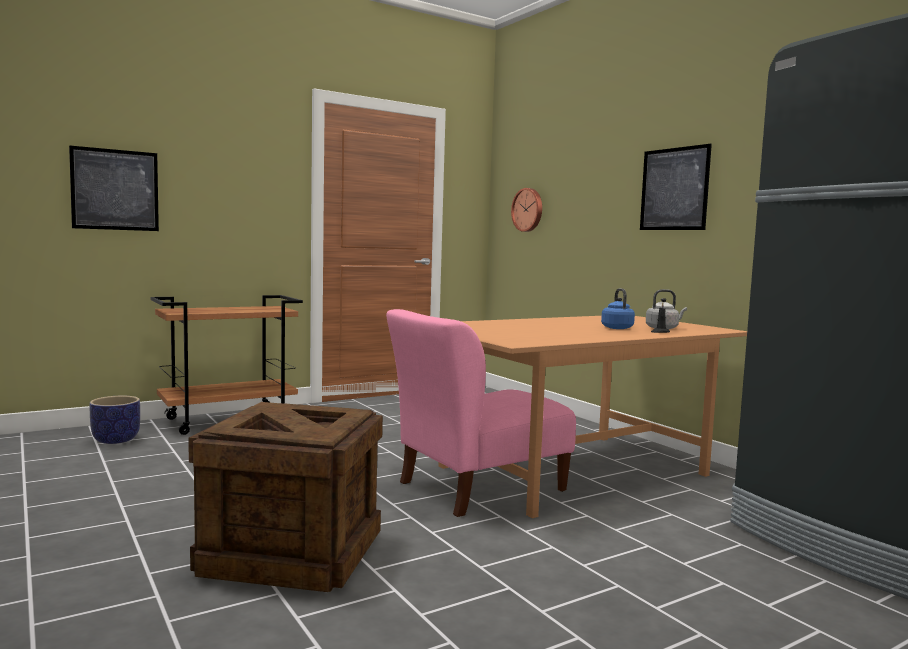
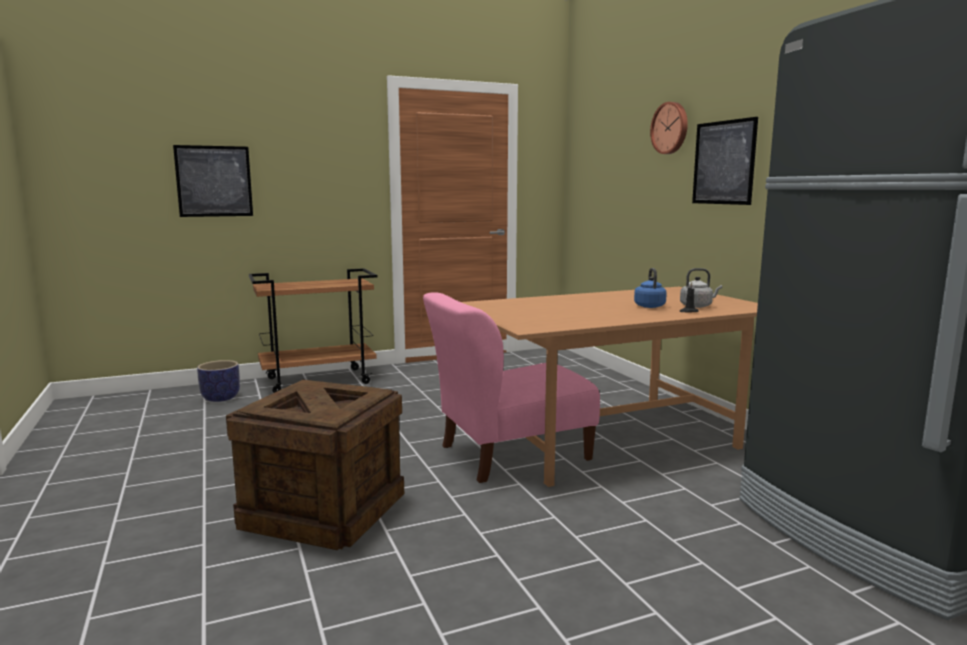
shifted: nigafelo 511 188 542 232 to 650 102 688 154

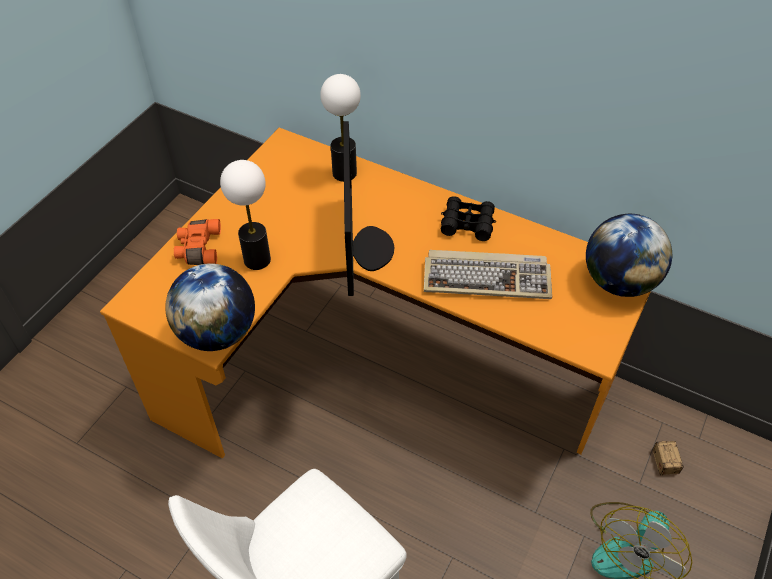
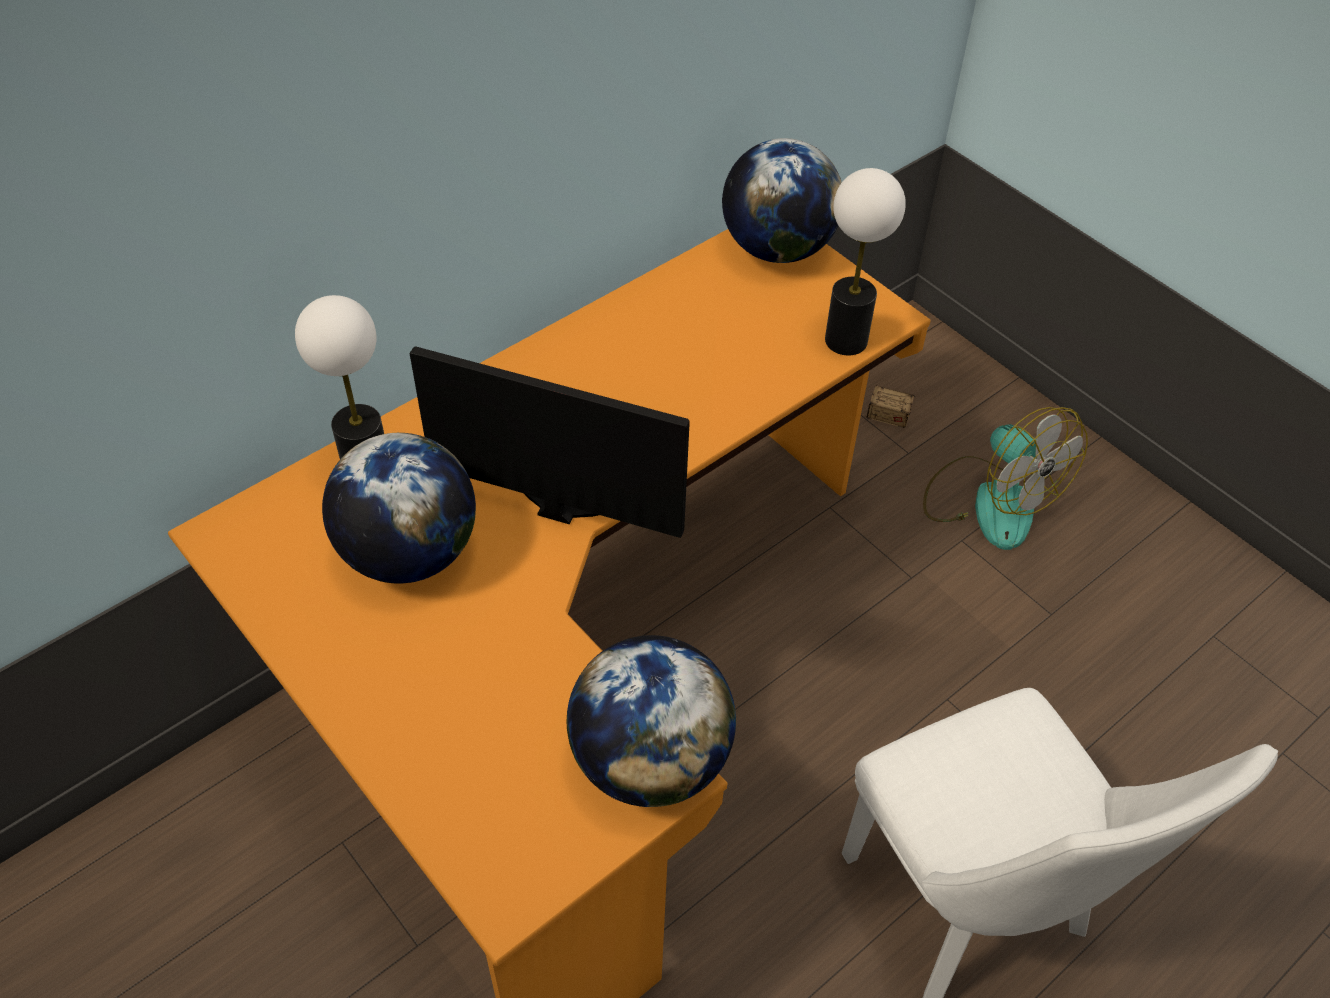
gone: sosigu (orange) 174 219 221 265; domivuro 424 250 552 299; sosigu (black) 441 196 496 241
new: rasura 322 433 476 584
shifted: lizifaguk 220 160 271 270 to 825 168 905 355

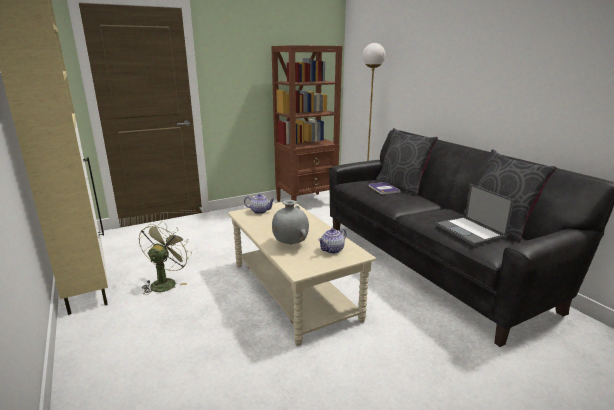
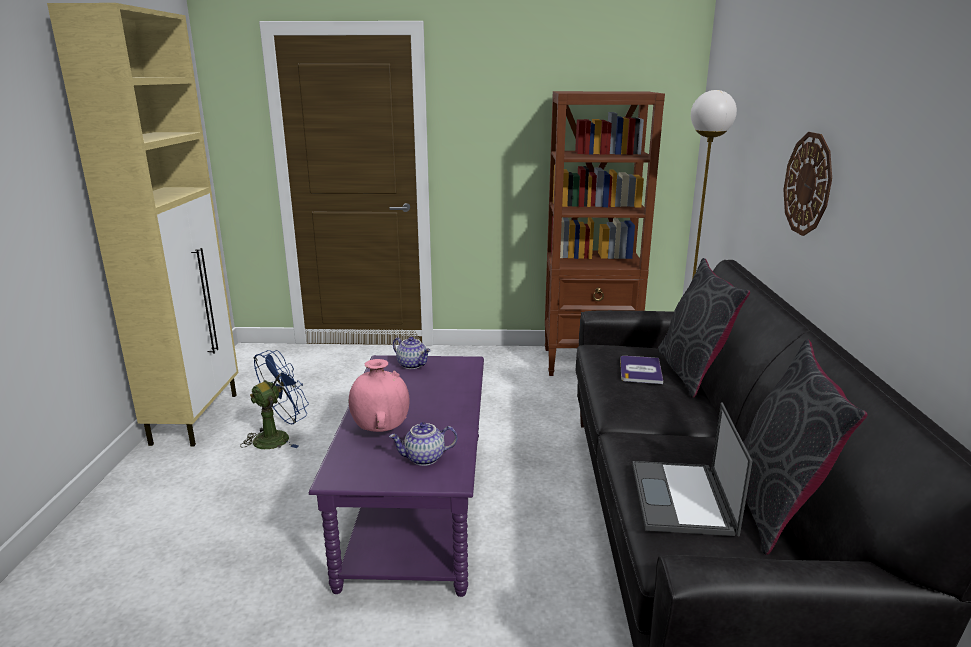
new: nigafelo 783 132 832 236
repainted: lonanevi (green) 139 221 191 295 to lonanevi (blue) 240 350 309 449; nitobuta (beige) 227 202 376 346 to nitobuta (purple) 309 355 484 597; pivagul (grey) 272 200 309 245 to pivagul (pink) 349 359 409 432

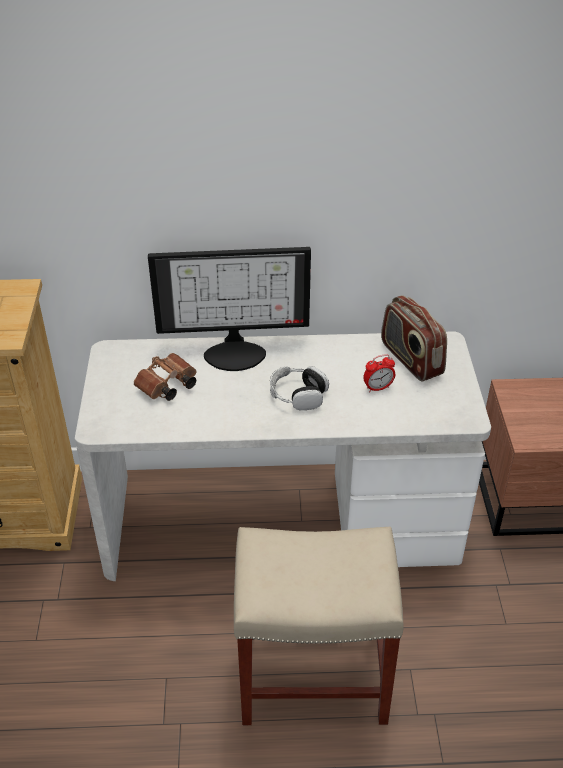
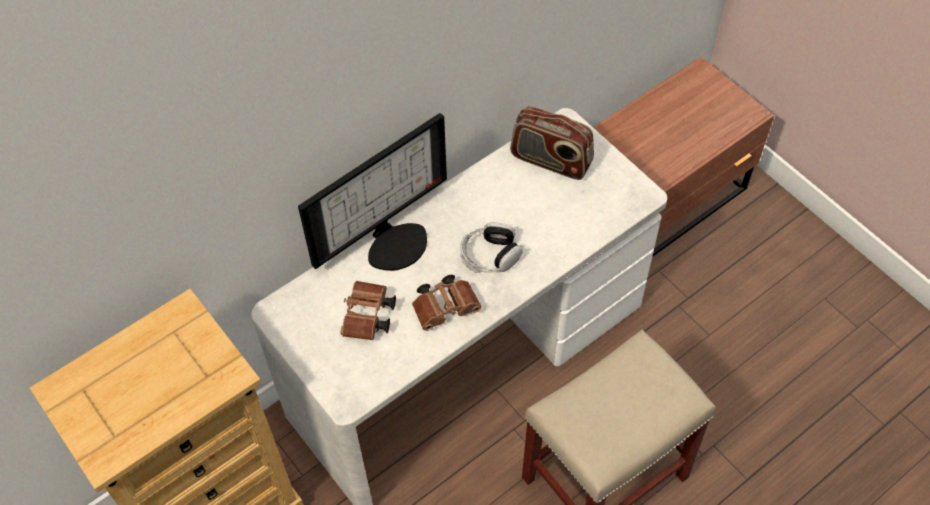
gone: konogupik 363 354 395 392
new: sosigu (brown) 412 275 482 331

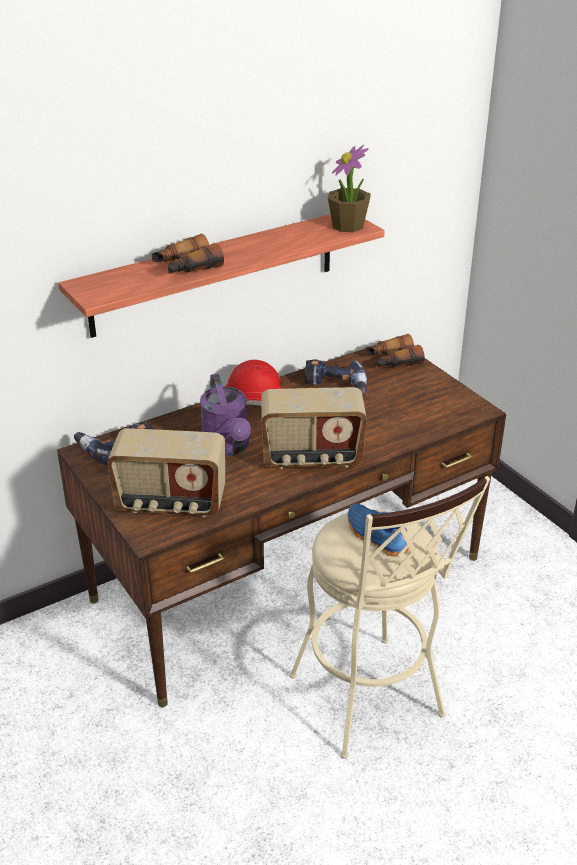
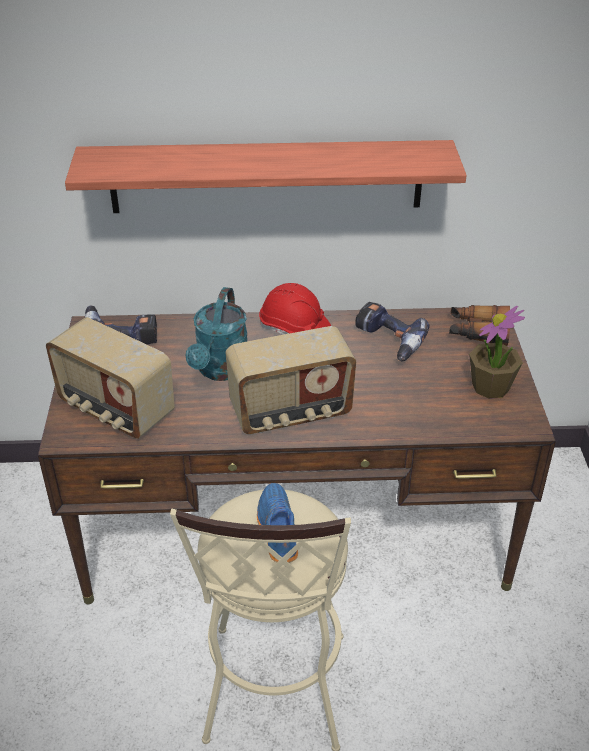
gone: sosigu 152 234 224 273
shifted: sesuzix 328 145 371 232 to 469 306 525 399
repainted: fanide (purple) 200 374 251 456 to fanide (turquoise) 185 287 247 381
rotated: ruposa 261 387 367 469 = 225 326 356 434 45 degrees counterclockwise

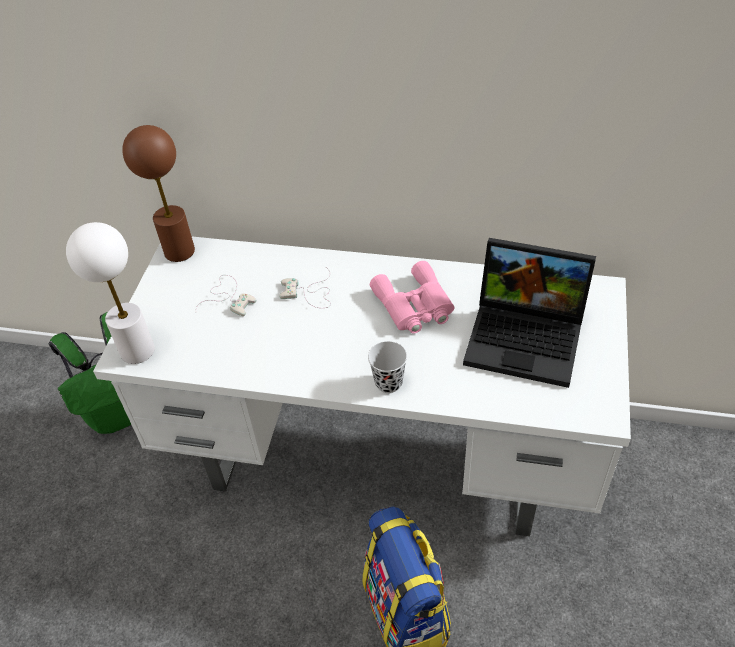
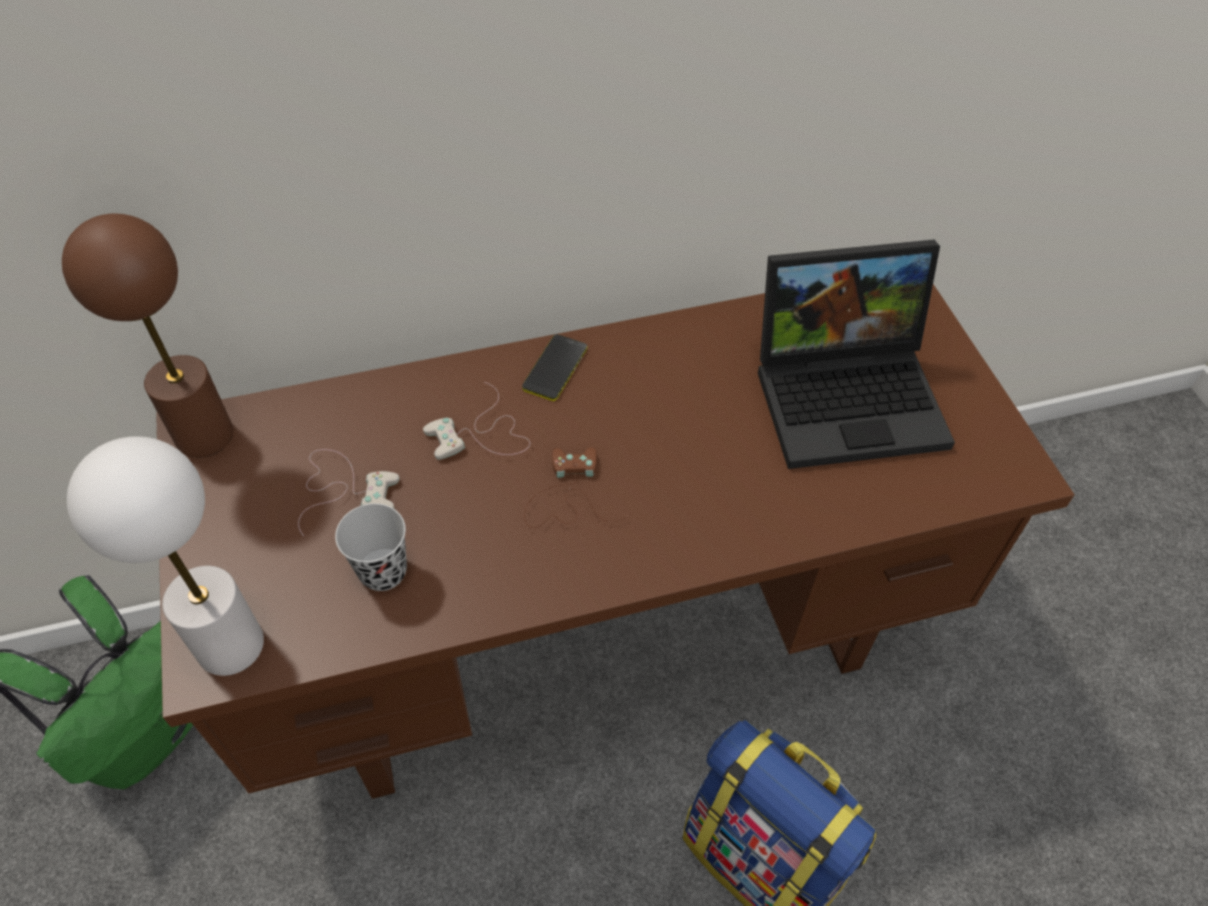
gone: sosigu (pink) 370 261 455 334
new: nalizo 522 334 587 401; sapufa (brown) 524 447 631 528
shifted: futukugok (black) 368 341 407 393 to 335 503 407 591
repainted: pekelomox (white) 93 237 631 536 to pekelomox (brown) 156 284 1074 799

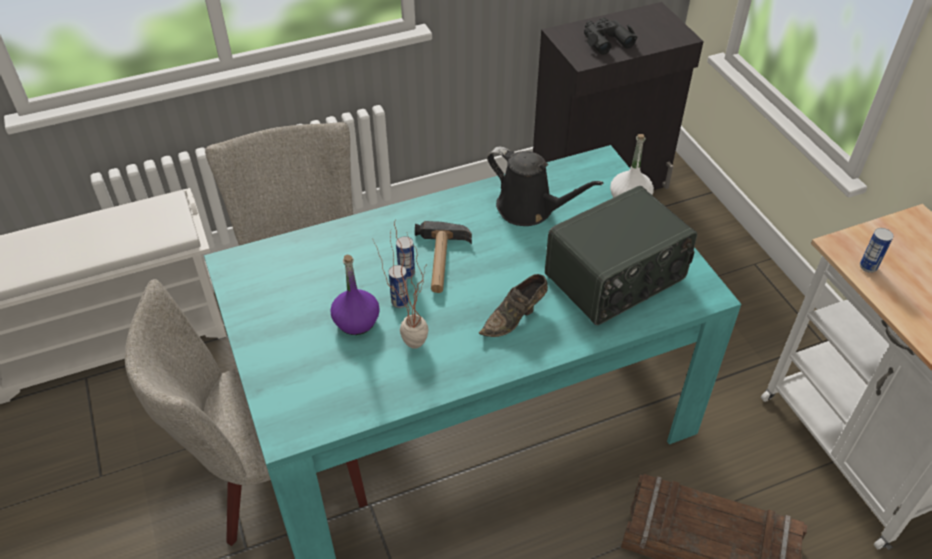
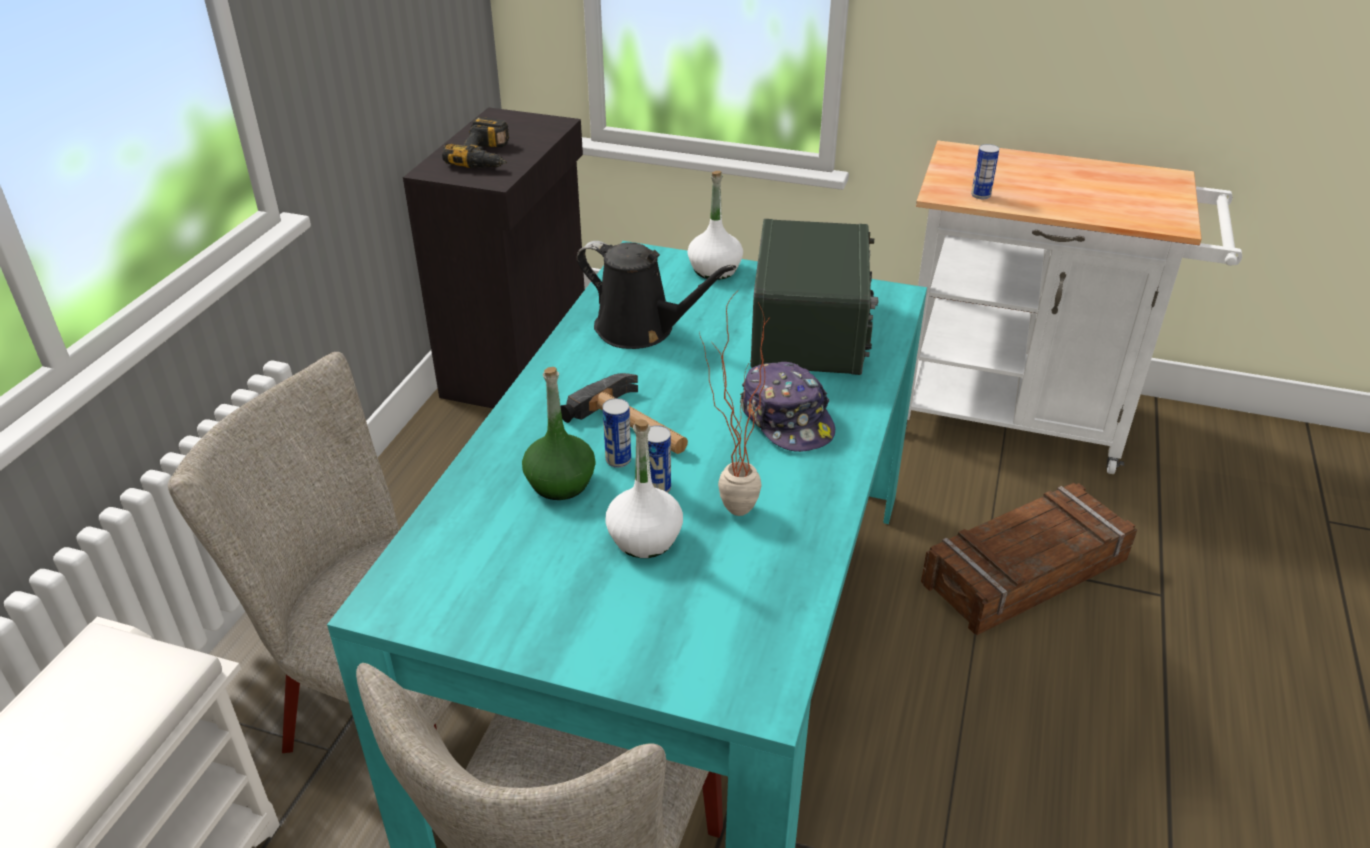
new: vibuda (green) 522 367 596 500
swapped: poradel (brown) 479 274 548 337 to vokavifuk 740 362 835 452; sosigu (black) 584 17 638 55 to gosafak 442 117 509 168
repainted: vibuda (purple) 330 255 380 335 to vibuda (white) 605 419 683 558
rotated: fanide (black) 487 147 603 226 = 577 241 736 349 45 degrees clockwise

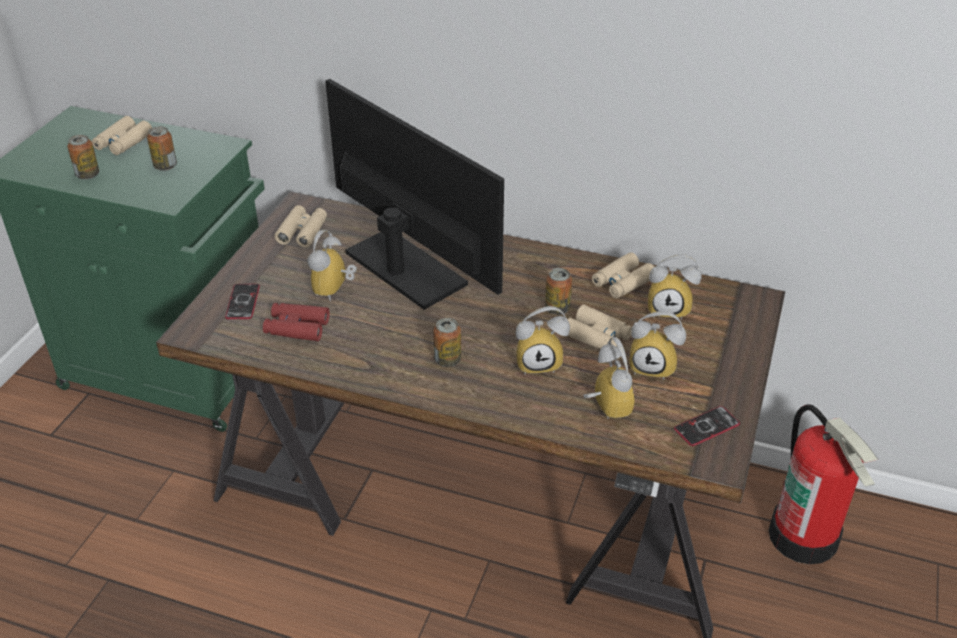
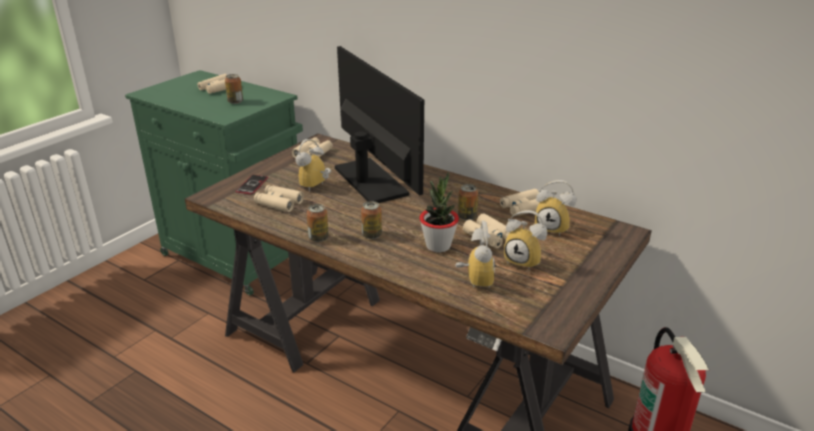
gone: nalizo 674 406 740 446
shifted: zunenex 67 135 99 180 to 307 204 329 242
swapped: konogupik 516 306 570 375 to sesuzix 419 172 459 253
repainted: sosigu (red) 263 303 330 341 to sosigu (beige) 254 185 304 212

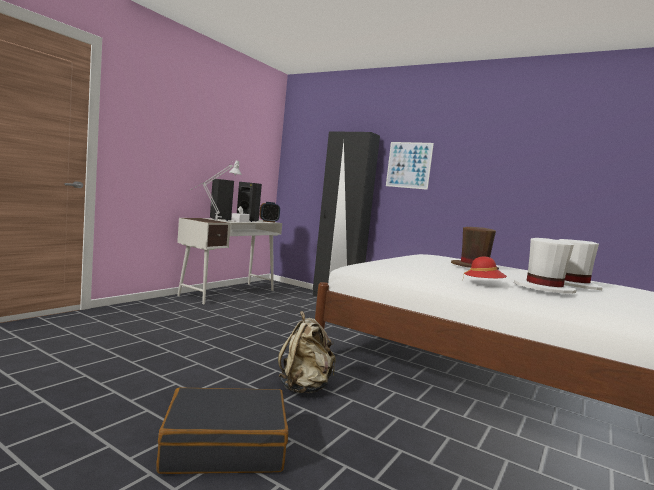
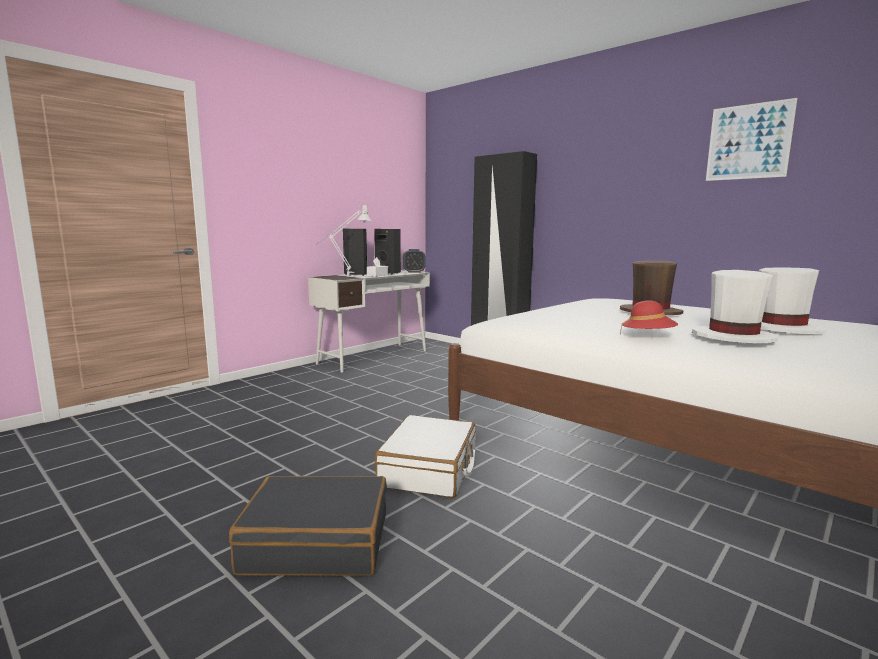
shifted: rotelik 386 142 434 190 to 706 98 797 181
swapped: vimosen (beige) 278 311 336 393 to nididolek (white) 375 415 476 498

